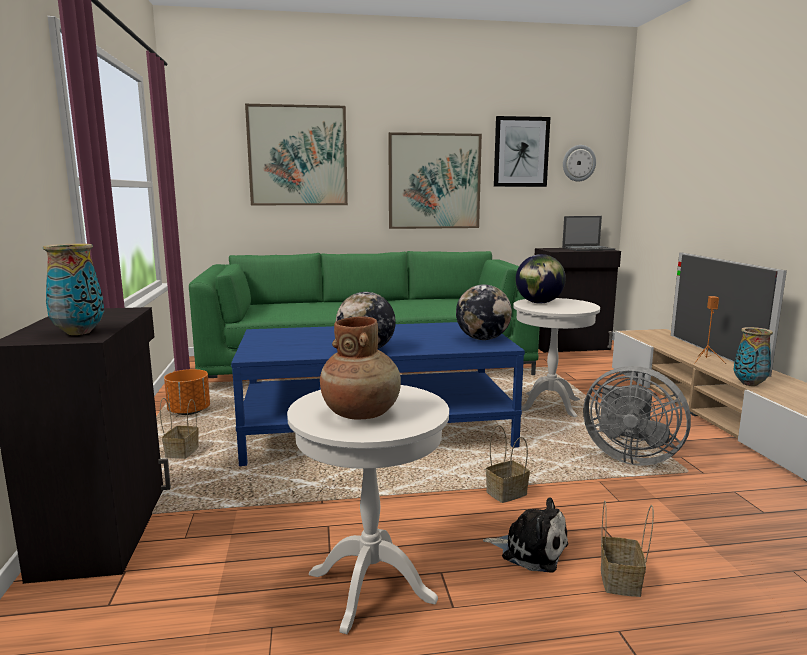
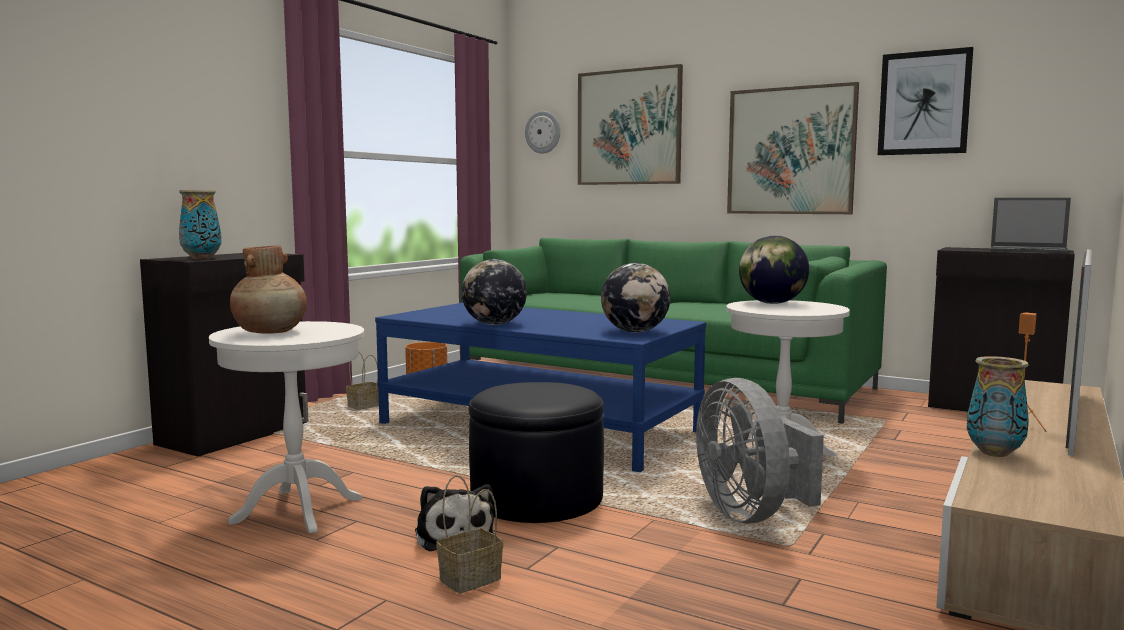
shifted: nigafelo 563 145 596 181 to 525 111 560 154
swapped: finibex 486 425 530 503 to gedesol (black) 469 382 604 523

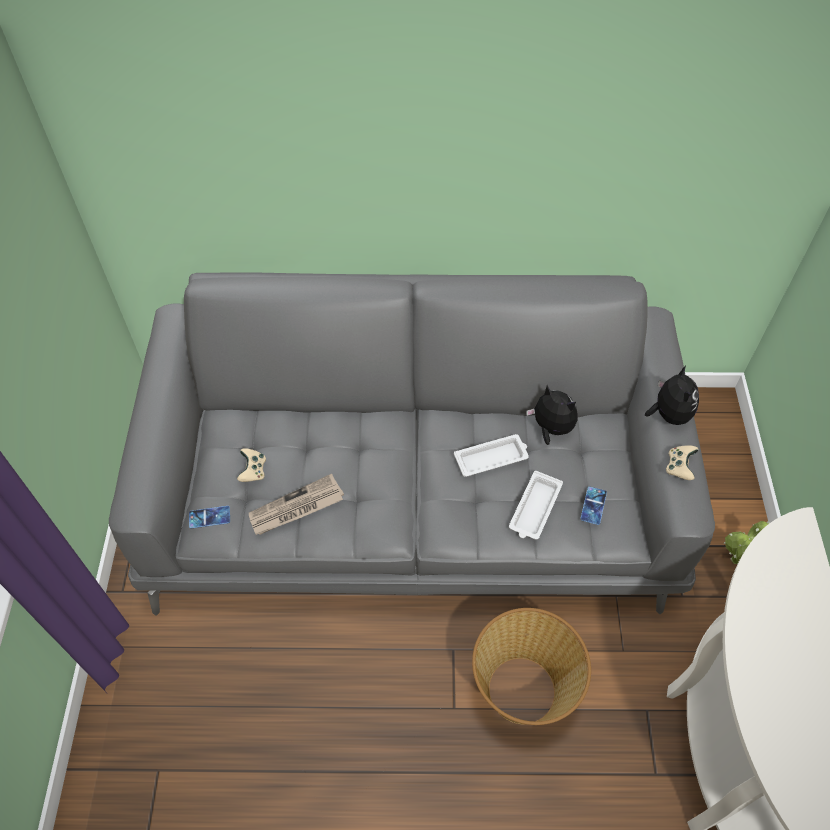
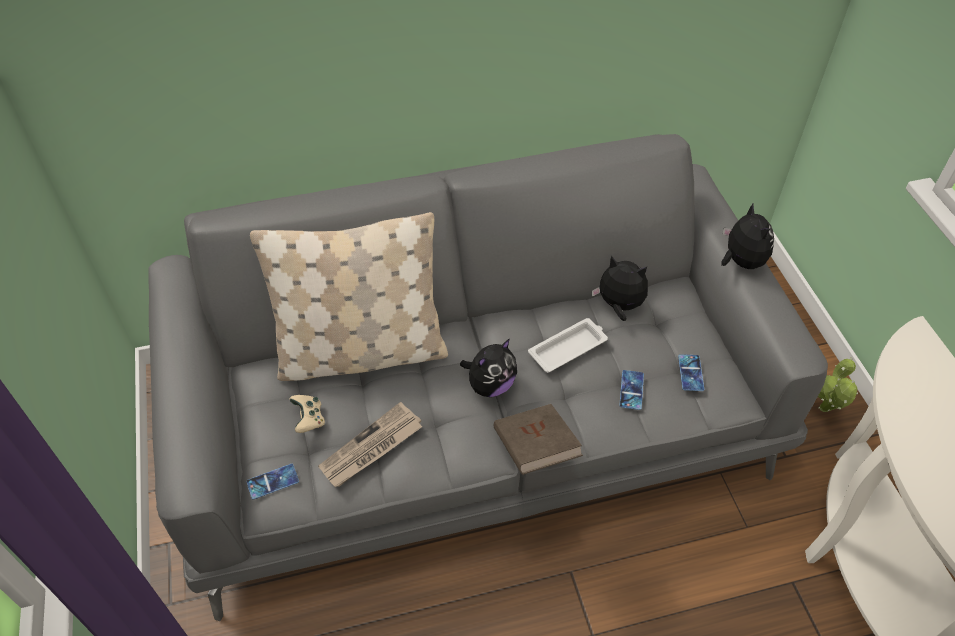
gone: finibex 472 608 591 725; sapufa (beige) 666 445 699 480
new: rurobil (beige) 250 212 448 381; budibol 460 339 517 397; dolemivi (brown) 493 404 583 475
swapped: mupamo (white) 509 471 563 540 to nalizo 619 370 644 410

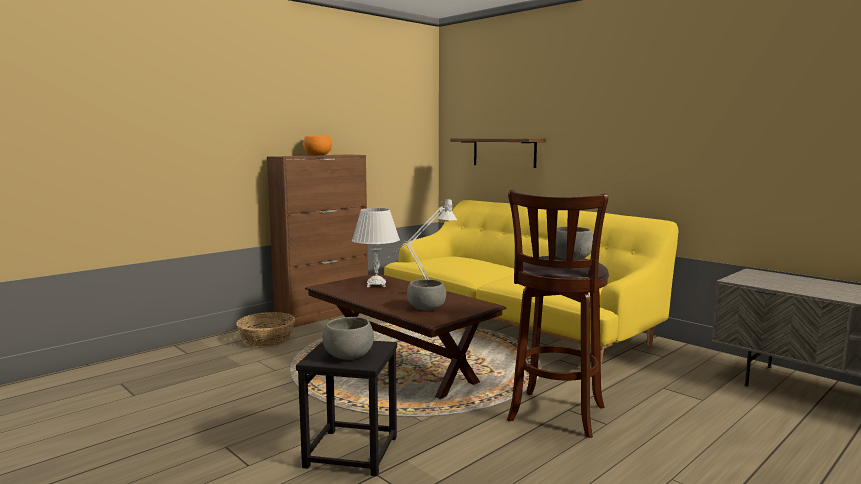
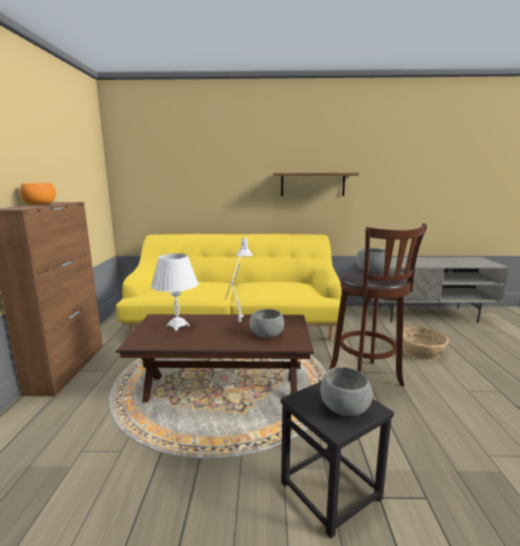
shifted: finibex 236 312 295 347 to 403 326 449 360; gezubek 450 138 546 168 to 273 173 359 196

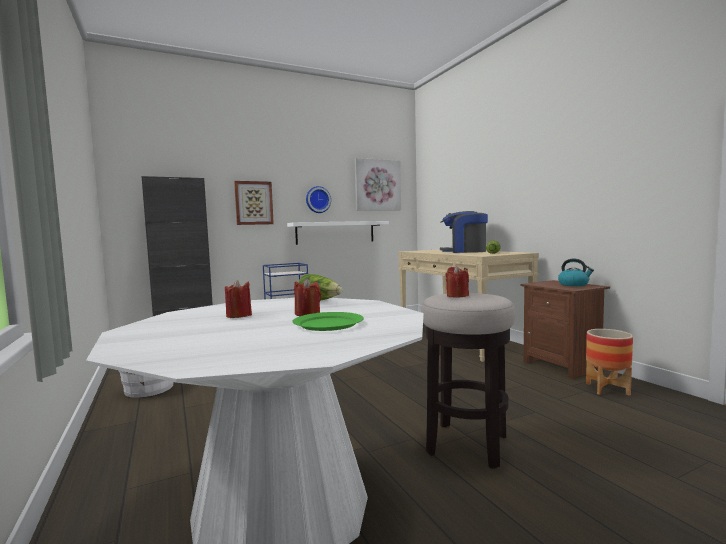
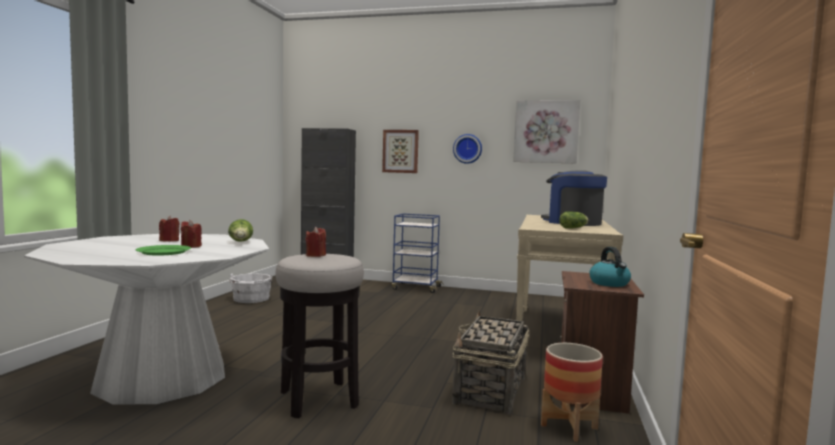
gone: gezubek (white) 287 221 389 245
new: finibex 452 311 529 415

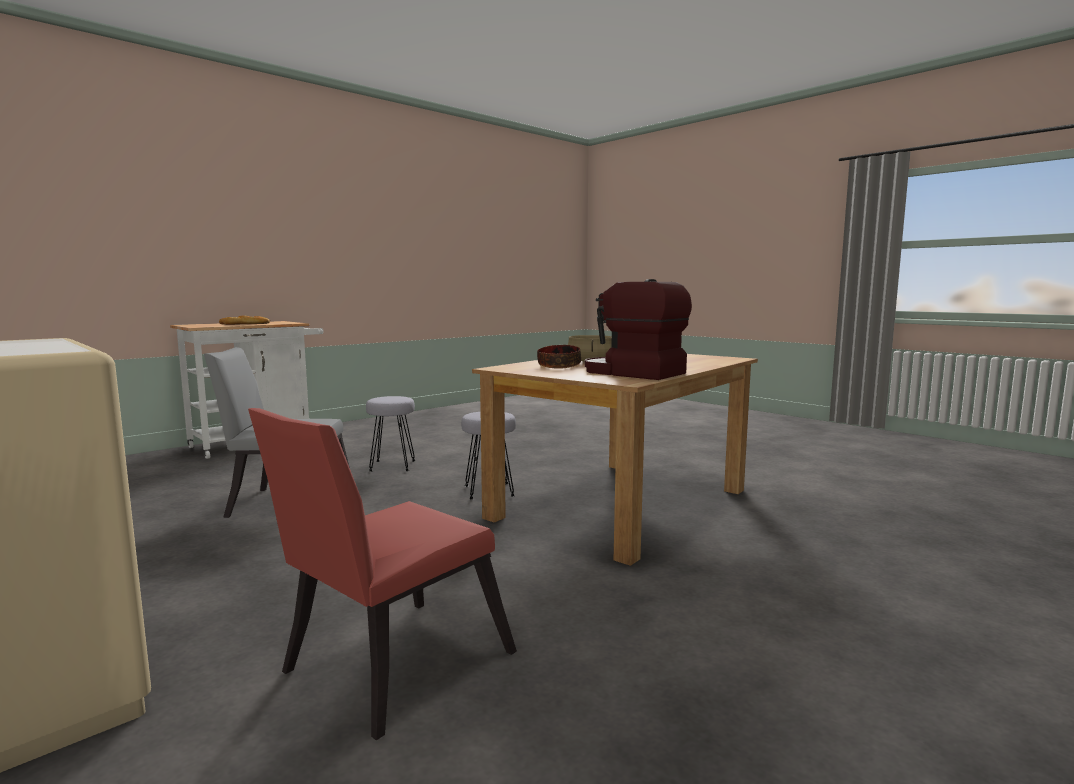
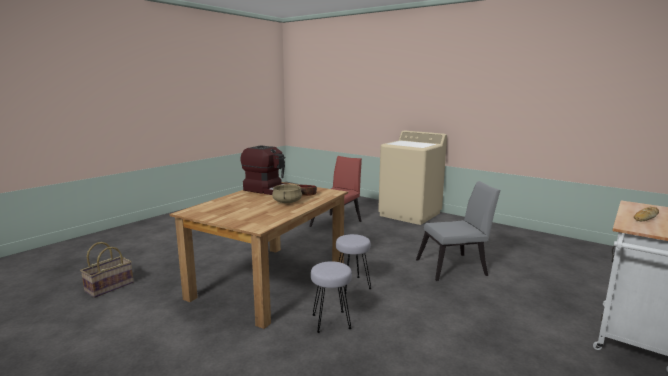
new: finibex 80 242 134 298
shifted: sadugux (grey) 366 396 416 472 to 311 261 352 333

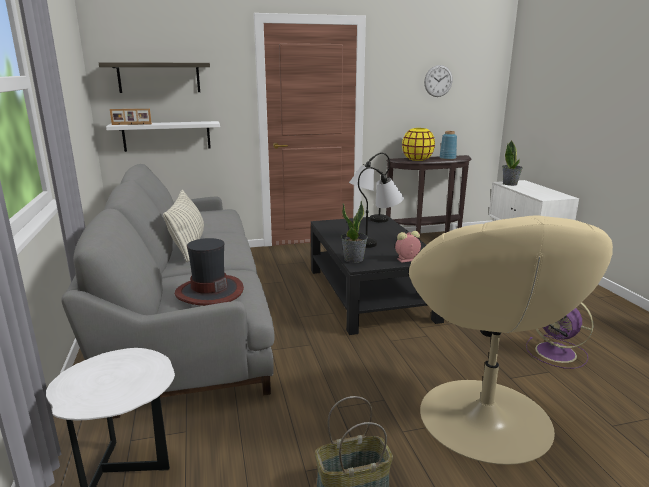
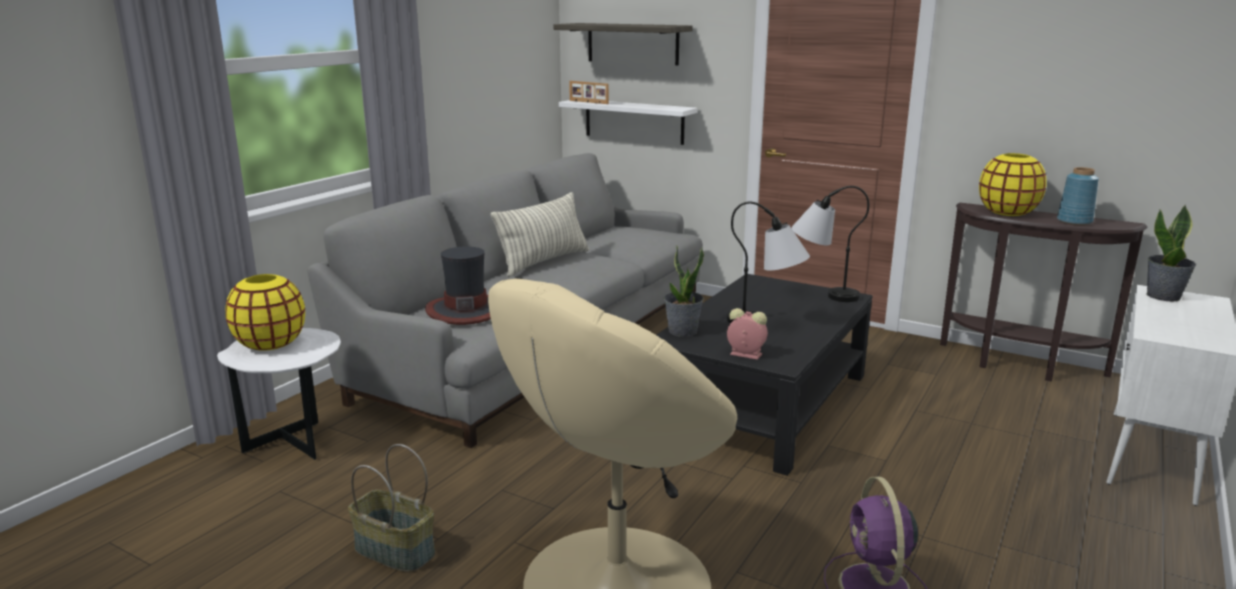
gone: nigafelo 424 65 453 97
new: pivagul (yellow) 225 274 305 351

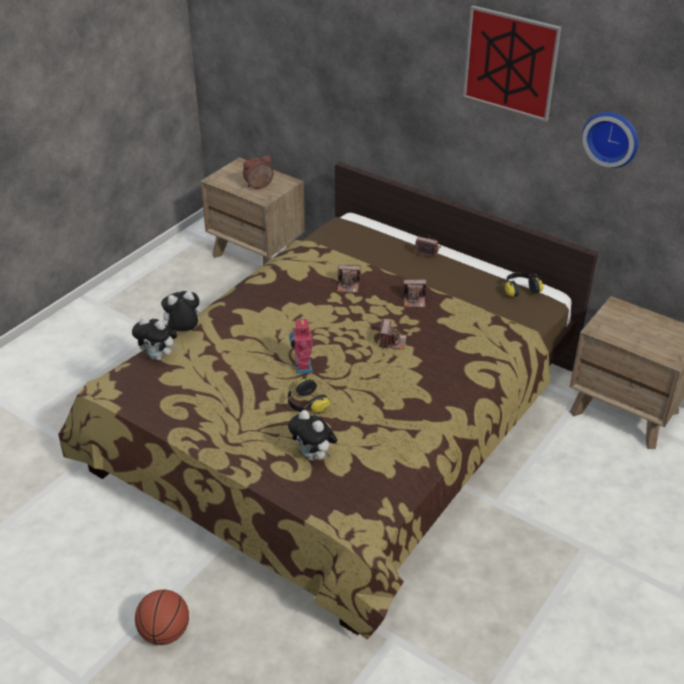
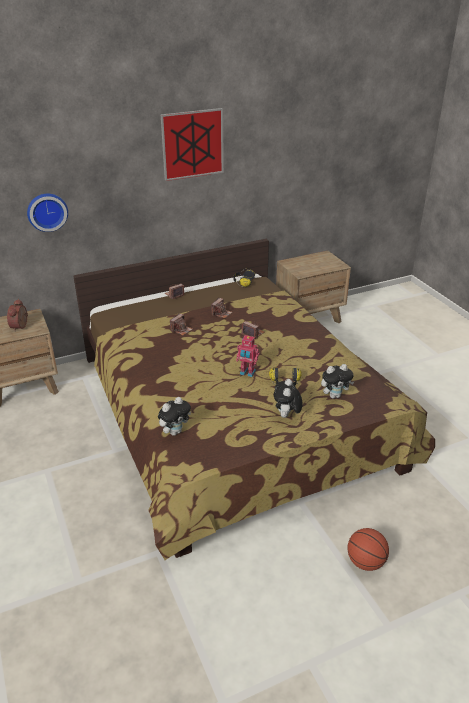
shifted: budibol 161 291 201 332 to 274 379 303 418; nigafelo 582 112 638 168 to 27 194 68 232

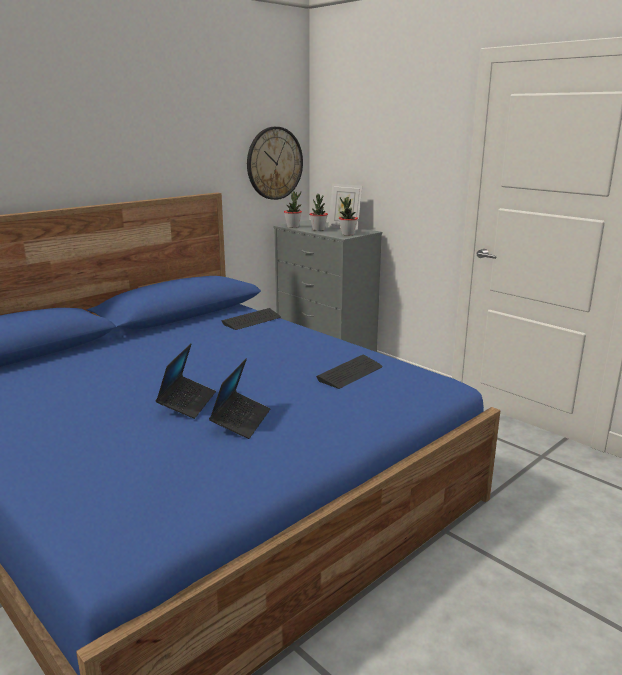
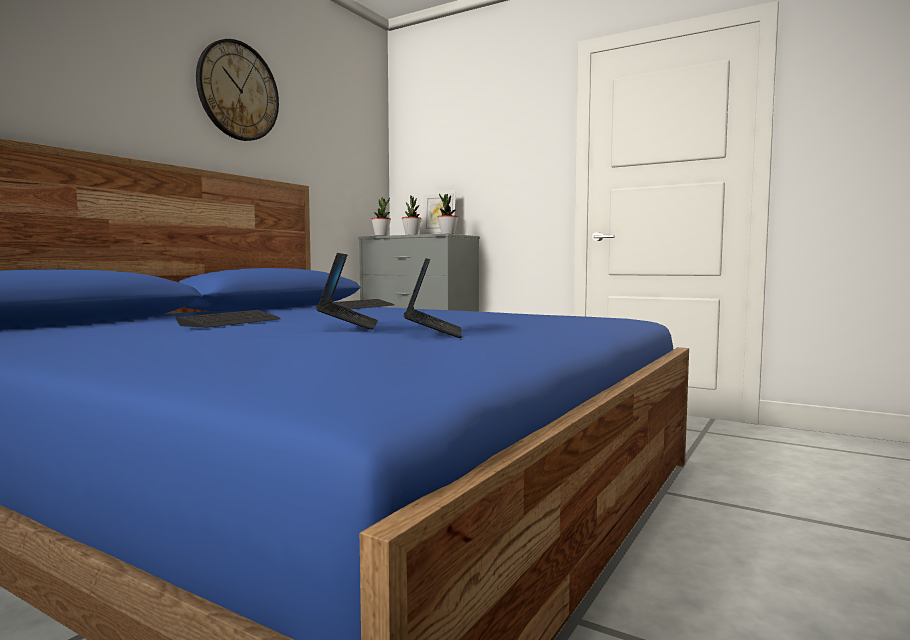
shifted: nigafelo 247 127 303 200 to 196 39 279 141; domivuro 316 355 383 389 to 176 310 280 328

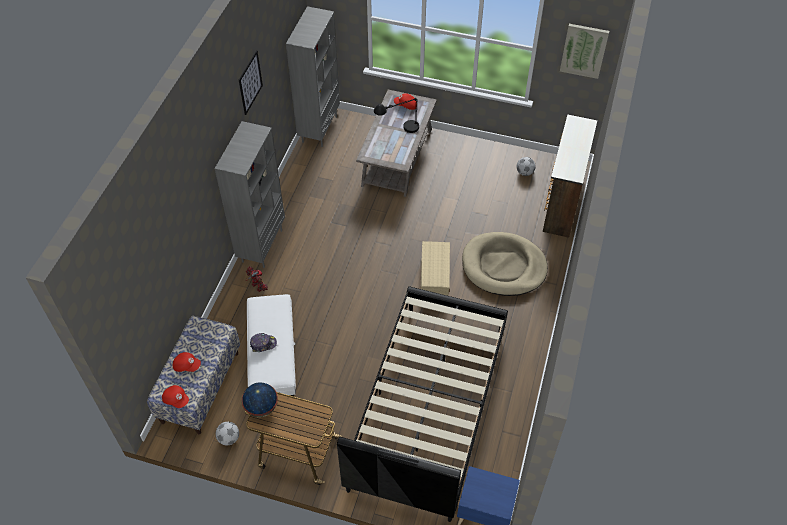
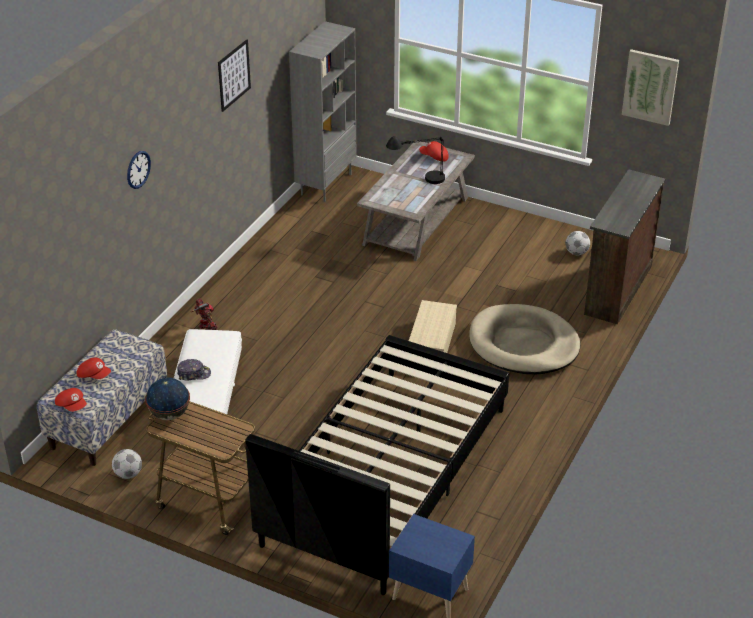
gone: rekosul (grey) 215 121 285 268
new: nigafelo 127 151 151 189

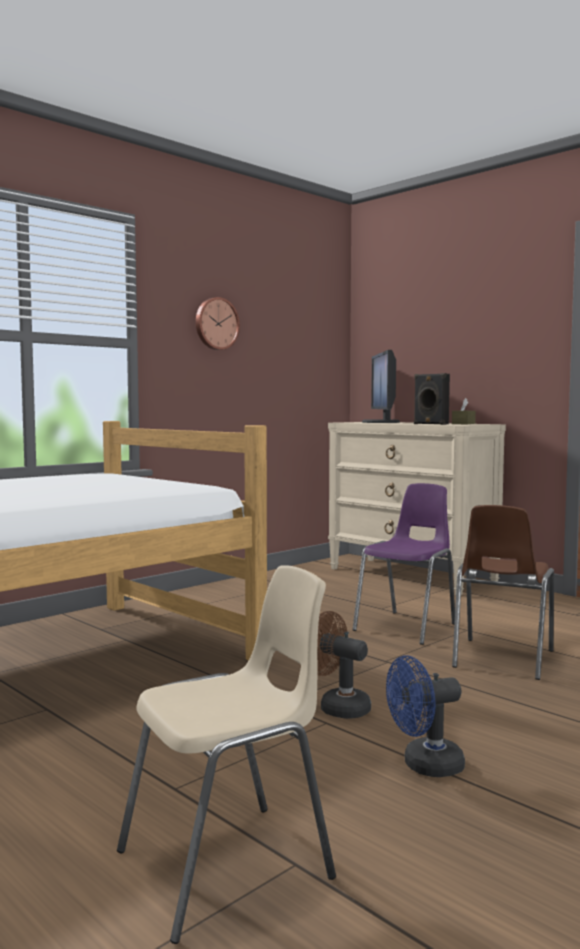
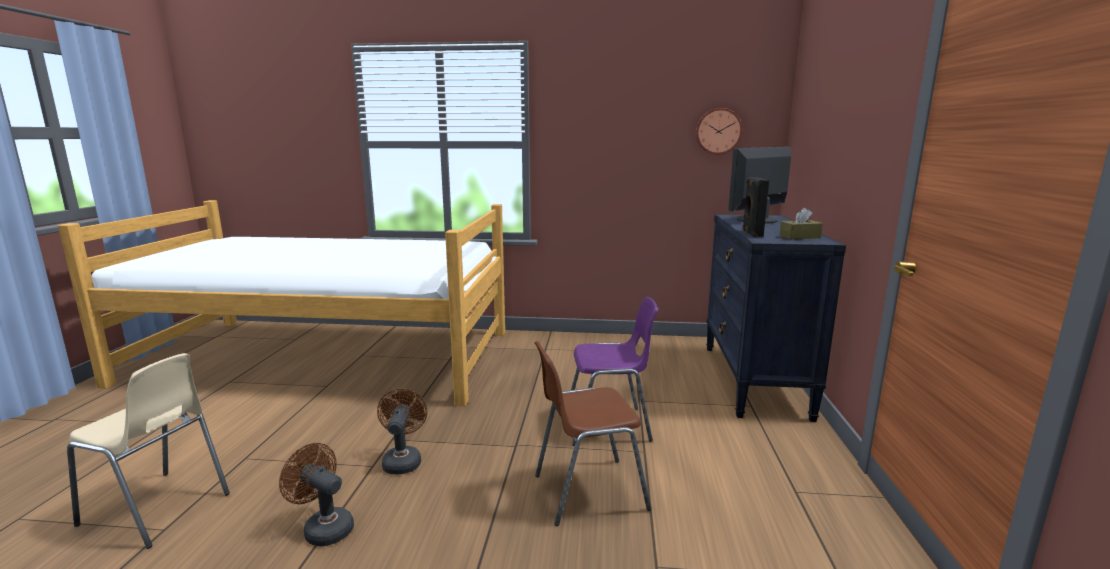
shifted: nigafelo 196 297 240 350 to 696 108 742 155
repainted: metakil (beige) 328 422 506 595 to metakil (black) 706 214 846 422; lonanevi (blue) 386 655 465 777 to lonanevi (brown) 279 443 354 547

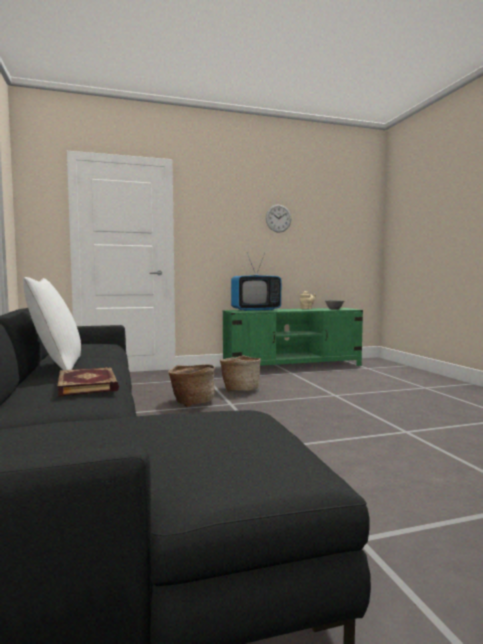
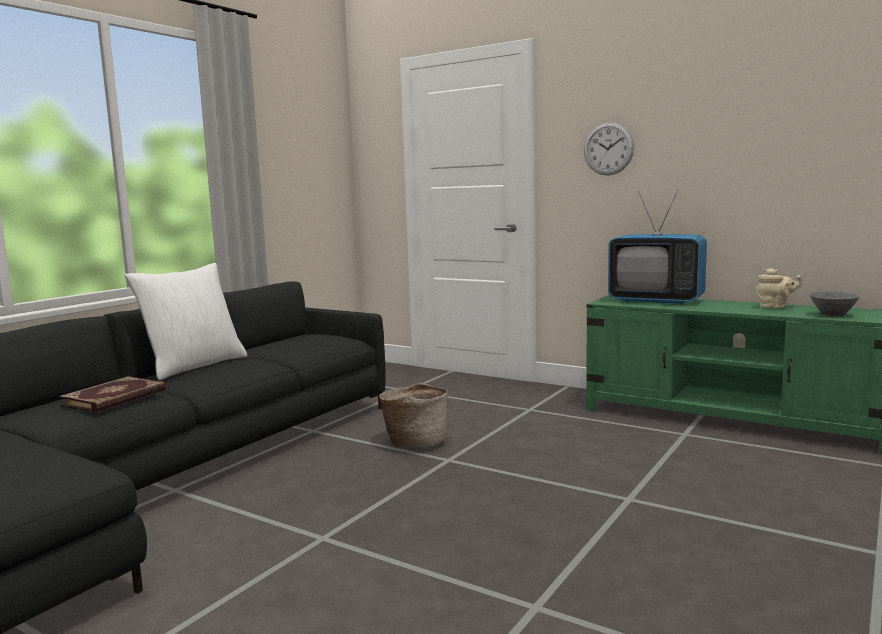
gone: finibex 220 355 261 391
shifted: nigafelo 266 204 291 233 to 584 122 634 175

